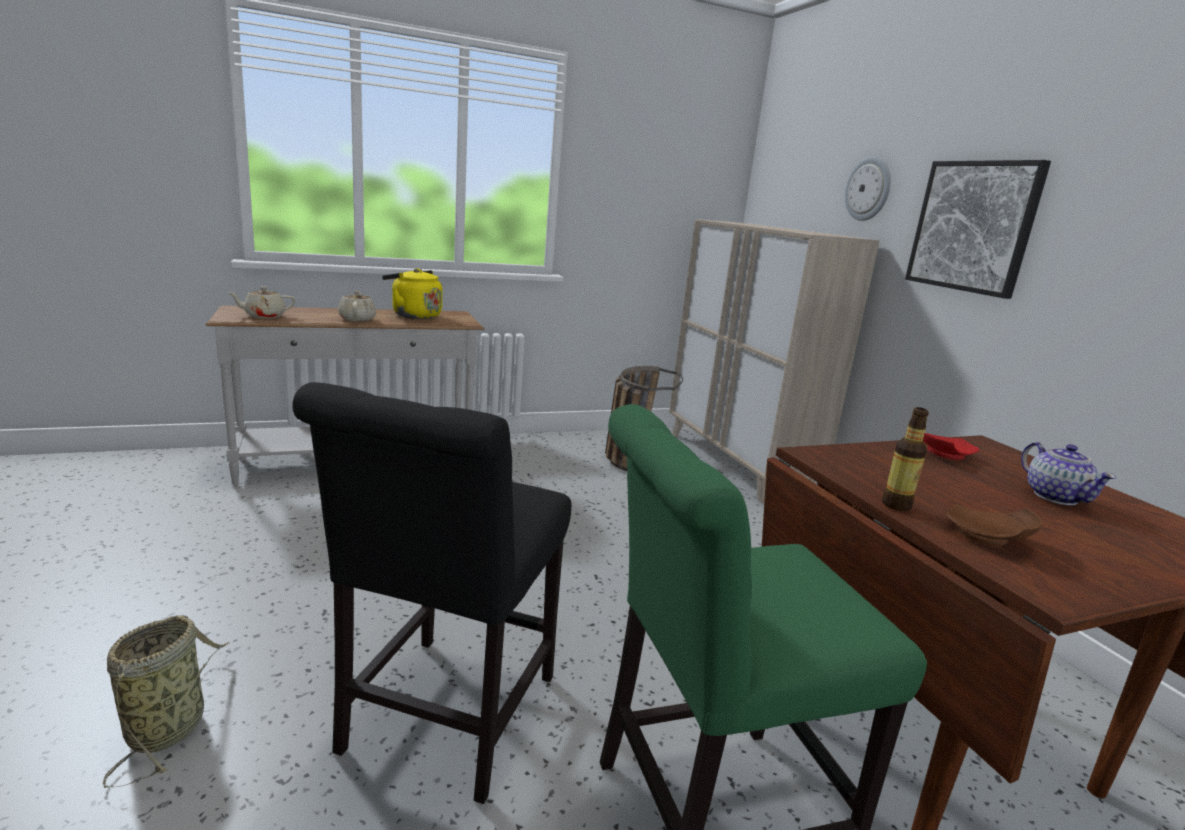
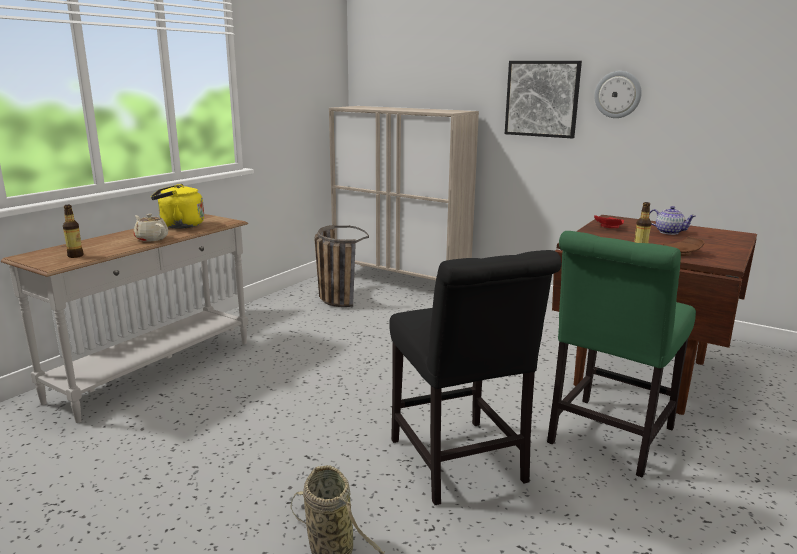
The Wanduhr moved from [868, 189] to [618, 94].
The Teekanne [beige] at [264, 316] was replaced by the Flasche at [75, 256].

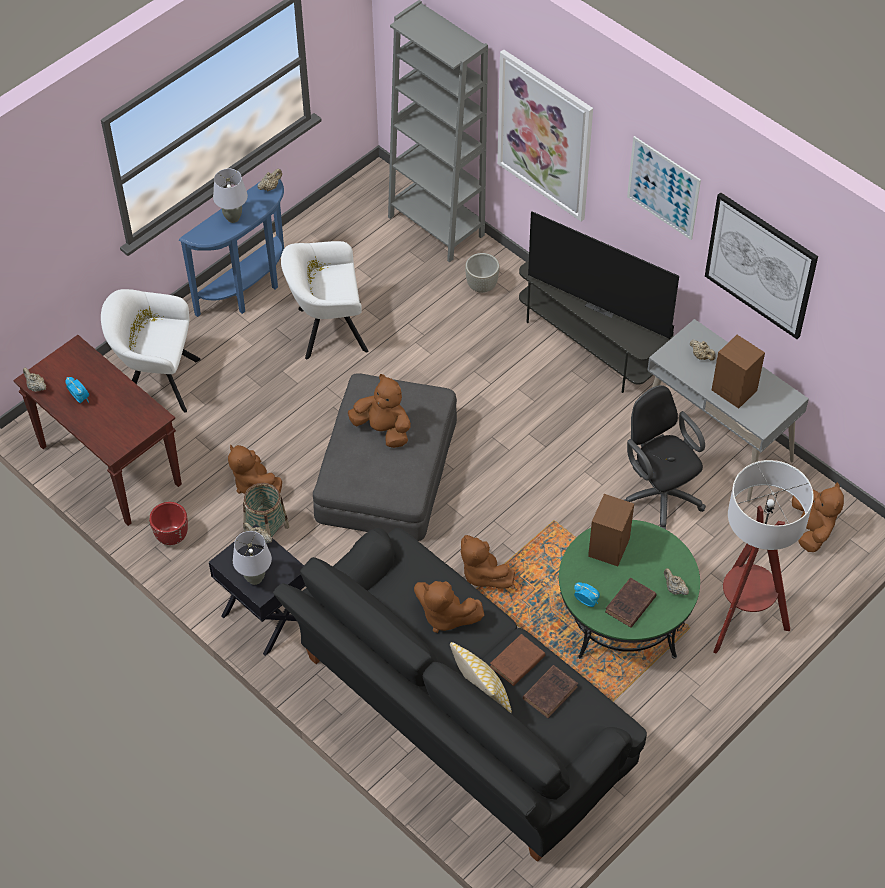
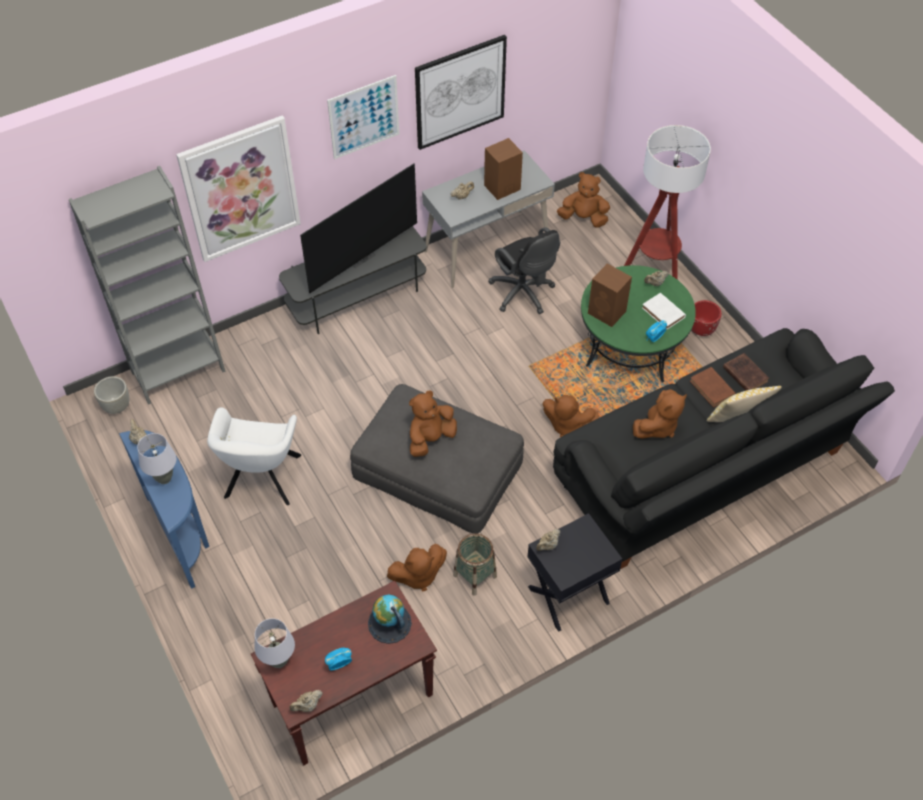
The Pflanzkübel [grau] moved from [482, 286] to [116, 406].
The Sessel [weiß] at [157, 381] disappeared.
The Bürostuhl [schwarz] at [659, 493] turned 105 degrees counterclockwise.
The Pflanzkübel [rot] moved from [172, 536] to [701, 329].
The Tischlampe [grau] moved from [255, 579] to [279, 661].
The Plüschtier [braun] at [482, 574] turned 45 degrees clockwise.
The Buch [braun] at [629, 605] became the Buch [weiß] at [664, 313].
The Globus at [389, 623] appeared.

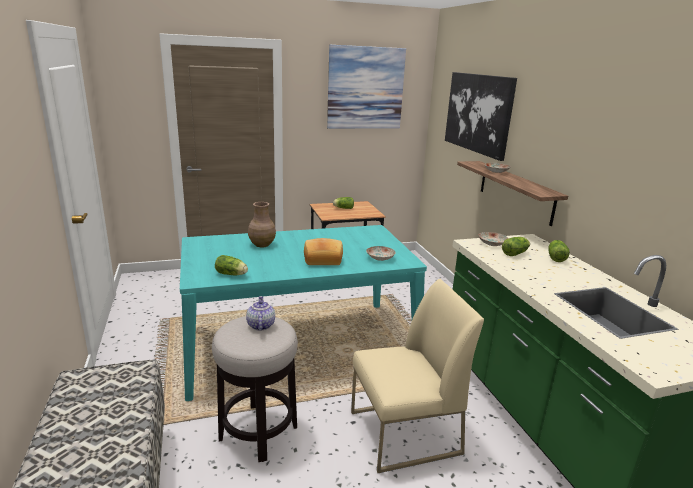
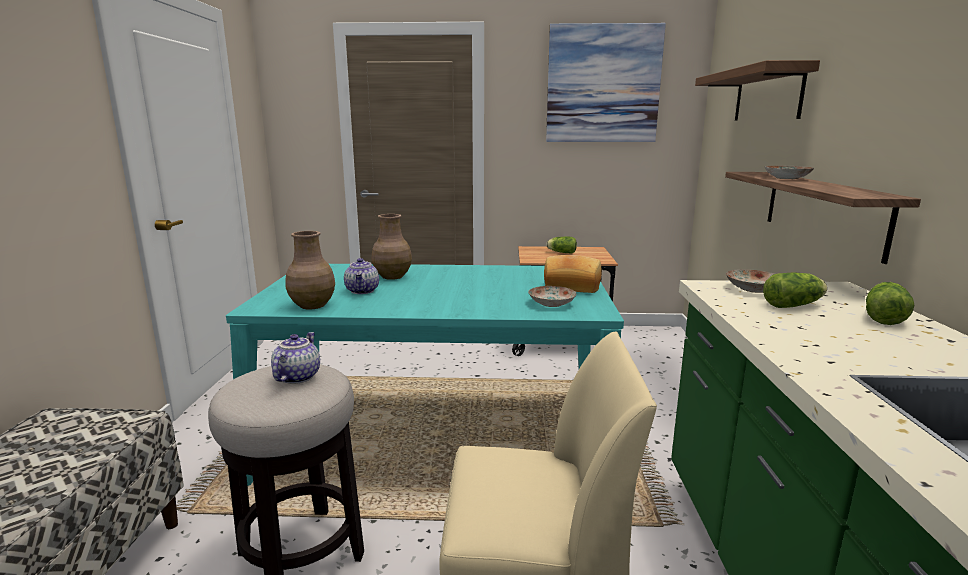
The Bild at [478, 113] was replaced by the Wandregal at [767, 95].
The Brot moved from [323, 259] to [572, 286].
The Salatkopf at [232, 274] was replaced by the Vase [braun] at [312, 305].
The Teekanne at [363, 291] appeared.

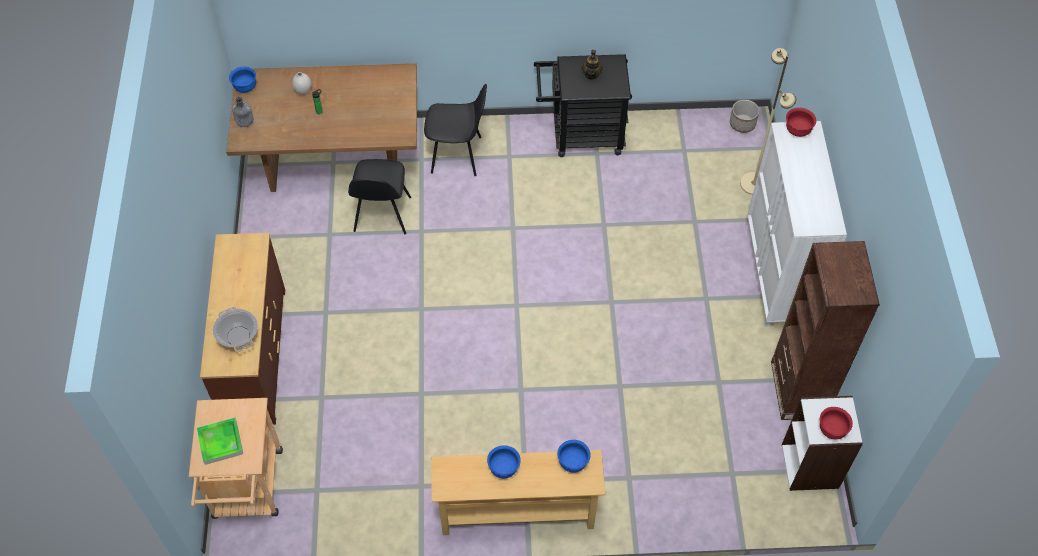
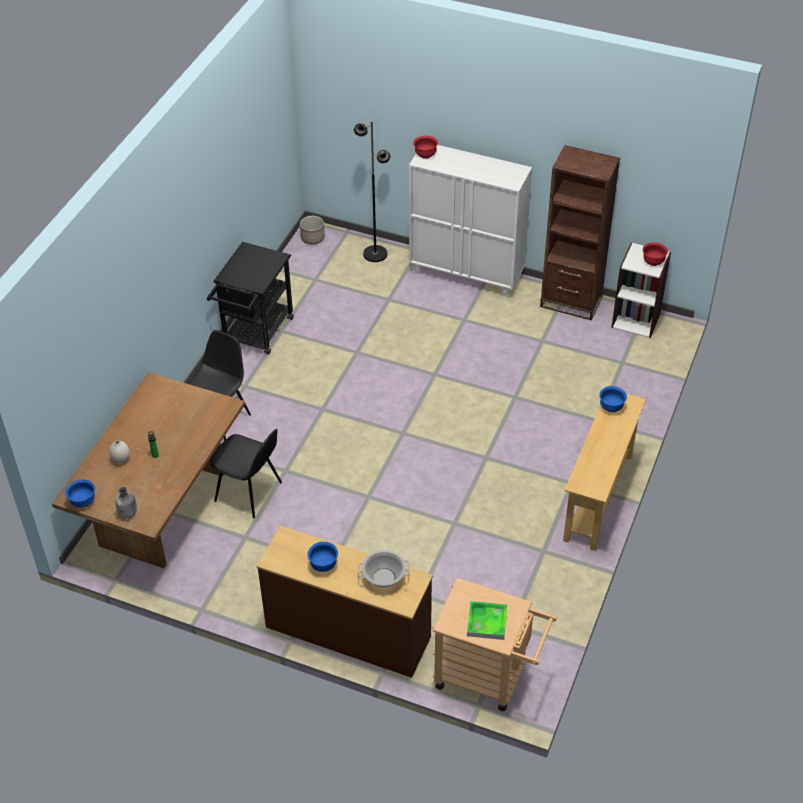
The Stehlampe [beige] at [754, 183] became the Stehlampe [schwarz] at [375, 254].
The Teekanne at [591, 74] disappeared.
The Schüssel [blau] moved from [504, 468] to [323, 565].

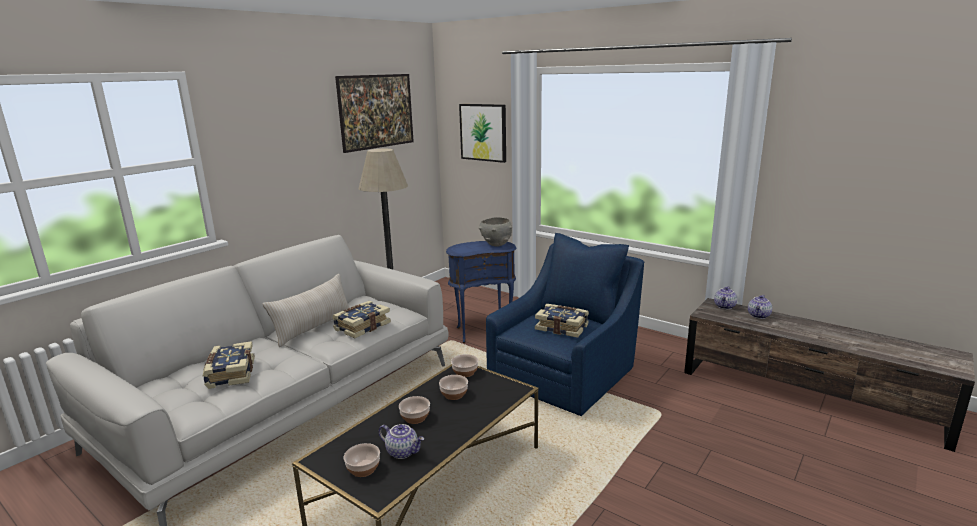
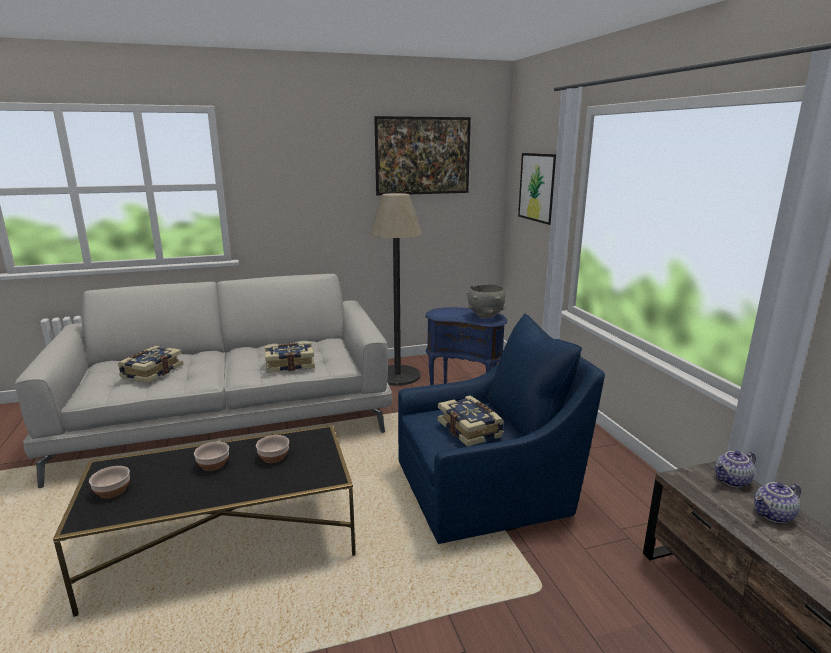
The Kissen [beige] at [313, 327] disappeared.
The Schüssel at [464, 372] disappeared.
The Teekanne at [403, 451] disappeared.

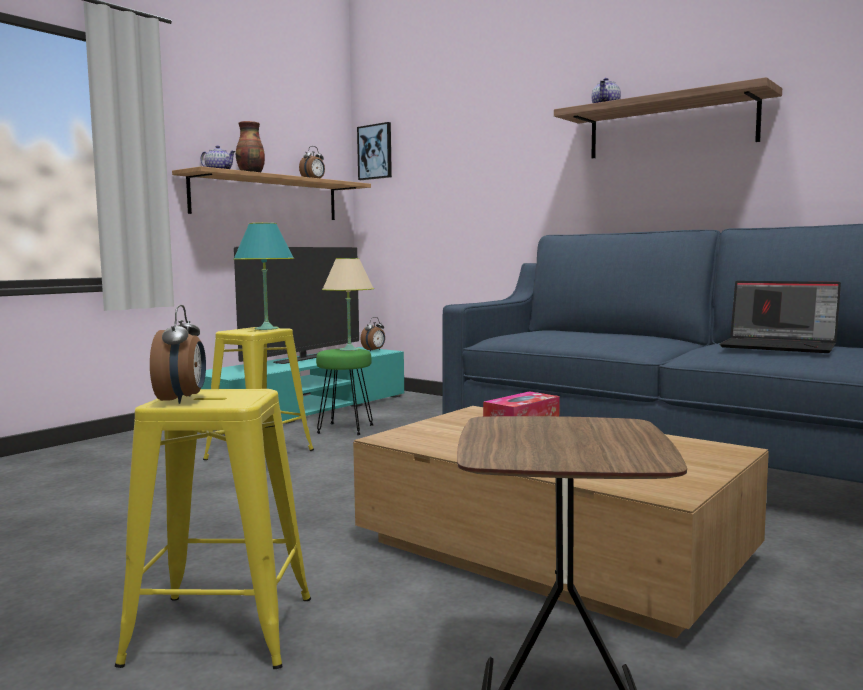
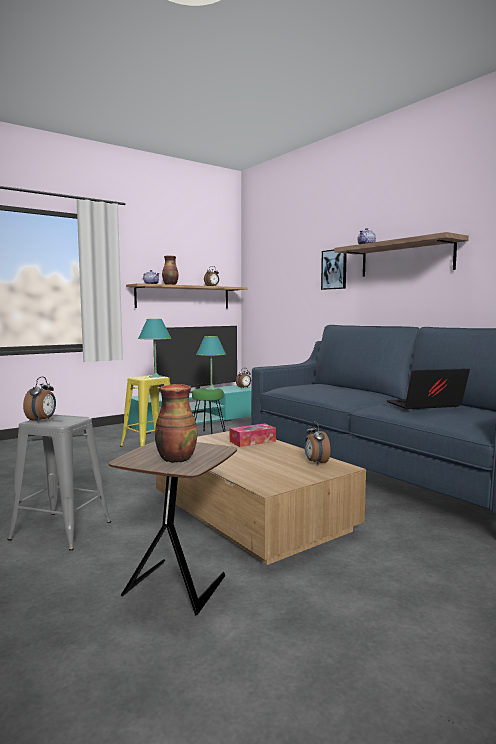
The Bild moved from [375, 152] to [334, 269].
The Tischlampe [beige] at [349, 349] became the Tischlampe [türkis] at [211, 389].
The Laptop at [780, 346] turned 120 degrees clockwise.
The Hocker [gelb] at [221, 630] became the Hocker [grau] at [61, 530].
The Vase at [175, 459] appeared.
The Wecker at [315, 462] appeared.

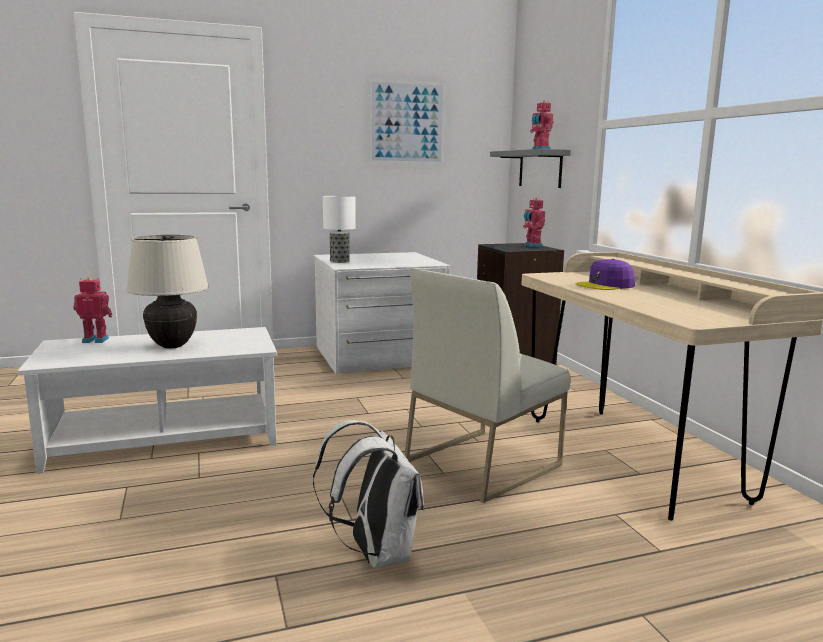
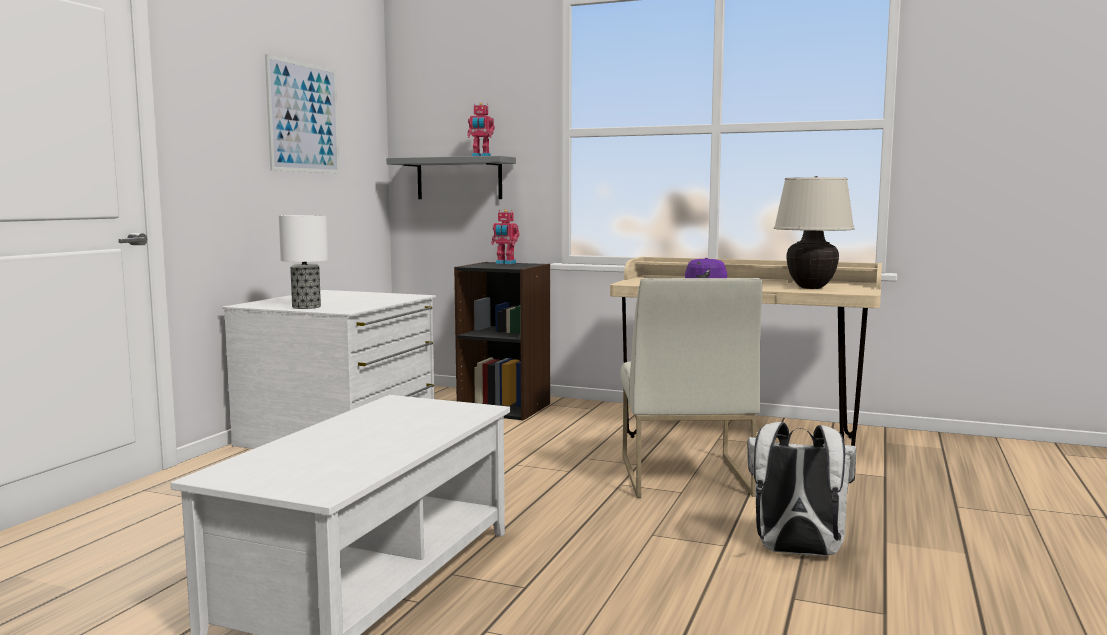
The Tischlampe [beige] moved from [172, 346] to [811, 288].
The Spielzeugroboter at [96, 340] disappeared.

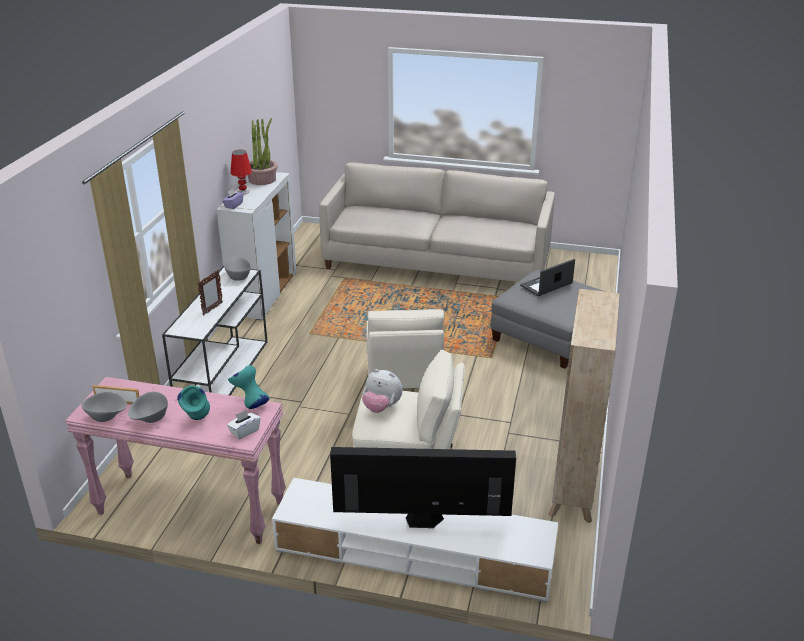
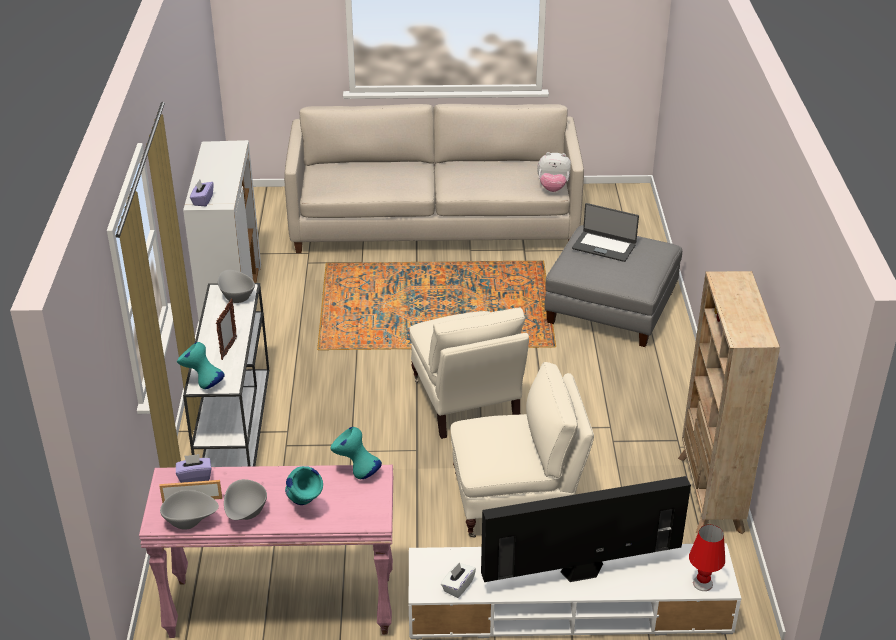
The Topfpflanze at [262, 179] disappeared.
The Tischlampe [rot] moved from [243, 192] to [703, 583].
The Laptop at [546, 285] turned 105 degrees counterclockwise.
The Plüschtier moved from [381, 407] to [553, 188].
The Taschentuchbox [weiß] moved from [244, 431] to [457, 586].
The Vase [türkis] at [202, 384] appeared.
The Taschentuchbox [lila] at [195, 477] appeared.

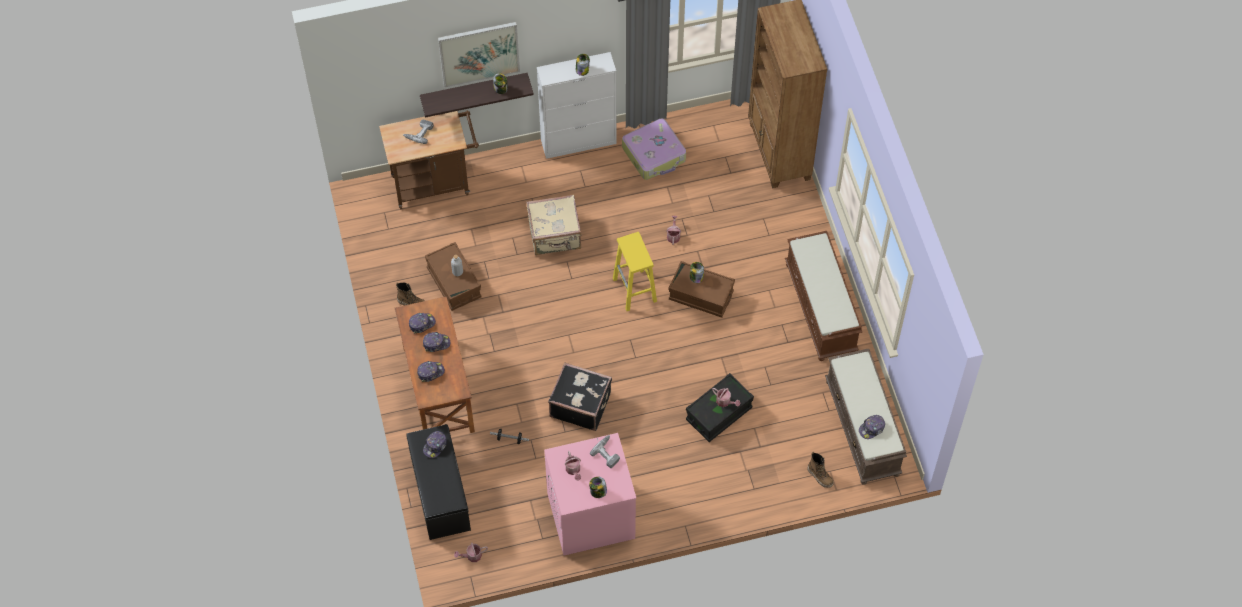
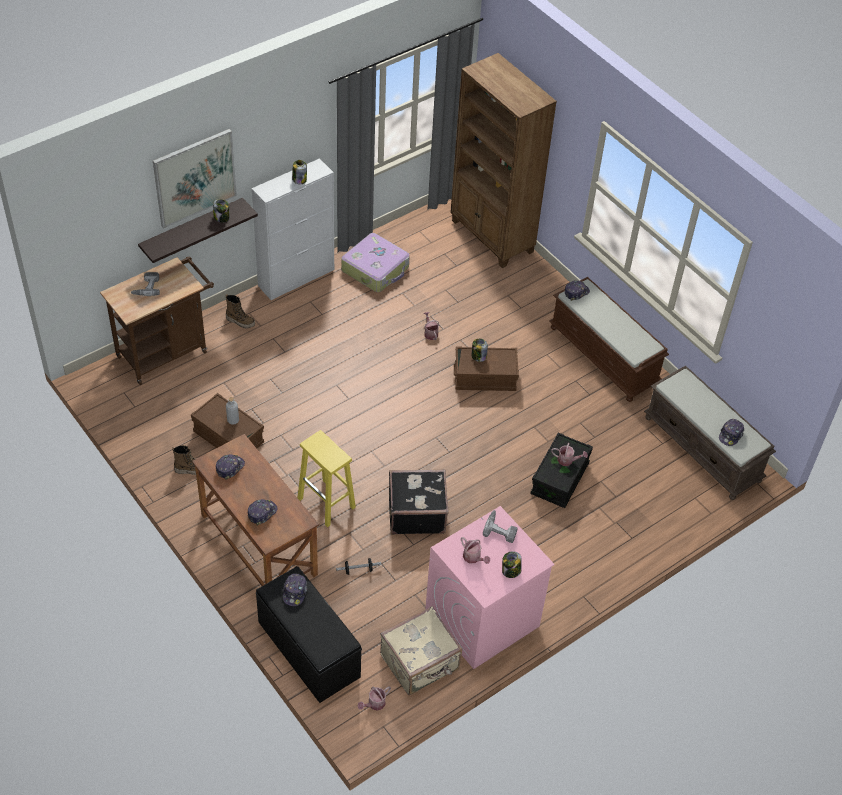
The Koffer [beige] moved from [555, 235] to [420, 663].
The Hocker [gelb] moved from [635, 290] to [327, 503].
The Kappe moved from [436, 343] to [576, 292].
The Stiefel moved from [820, 476] to [240, 321].

